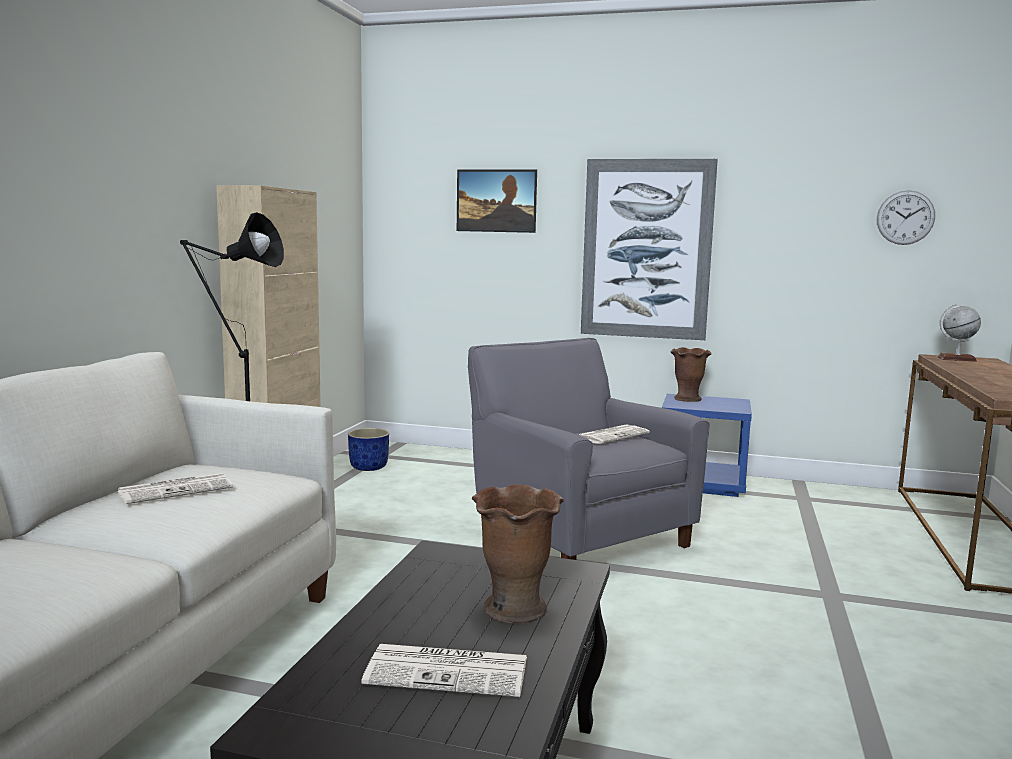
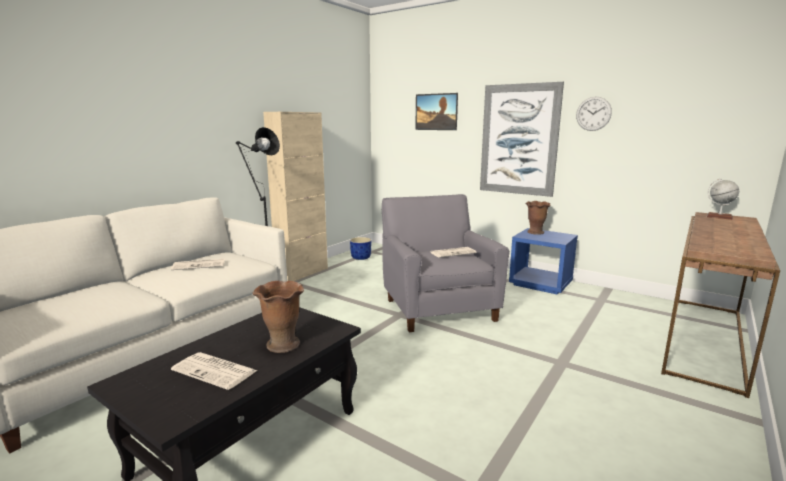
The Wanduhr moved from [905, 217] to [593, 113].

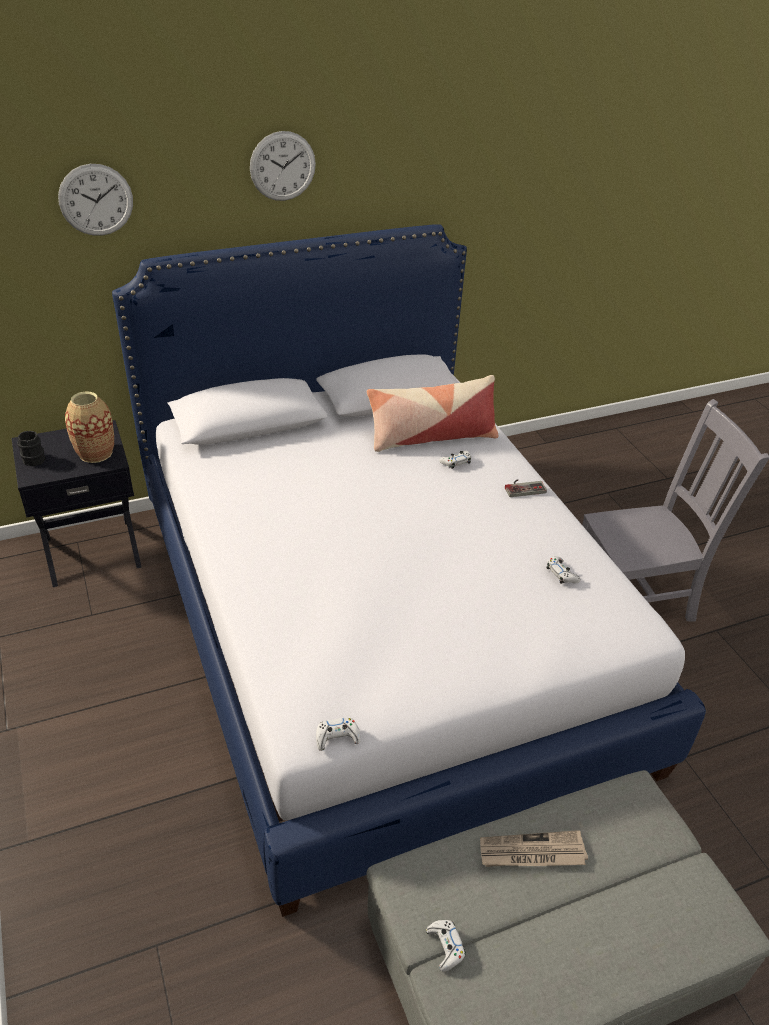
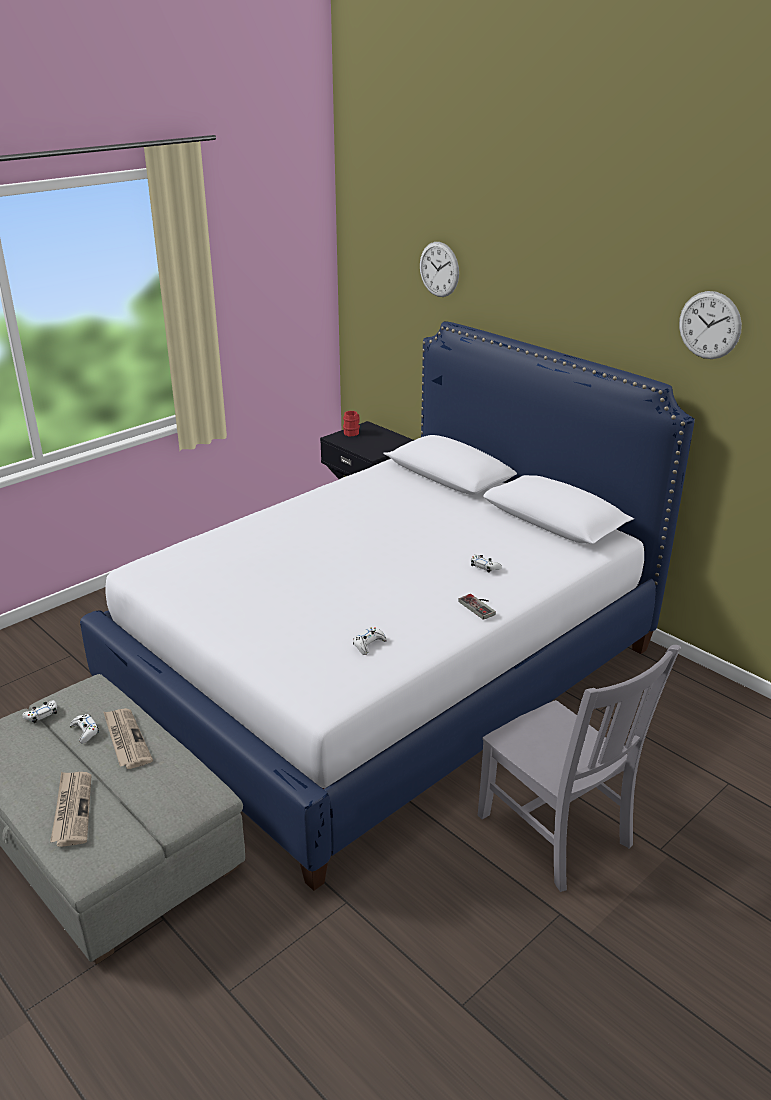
The Wanduhr moved from [282, 166] to [709, 325].
The Kissen at [431, 437] disappeared.
The Vase at [95, 453] disappeared.
The Henkelbecher [schwarz] at [33, 458] became the Henkelbecher [rot] at [352, 432].
The Gamepad [weiß] moved from [337, 737] to [85, 731].
The Zeitung at [72, 809] appeared.

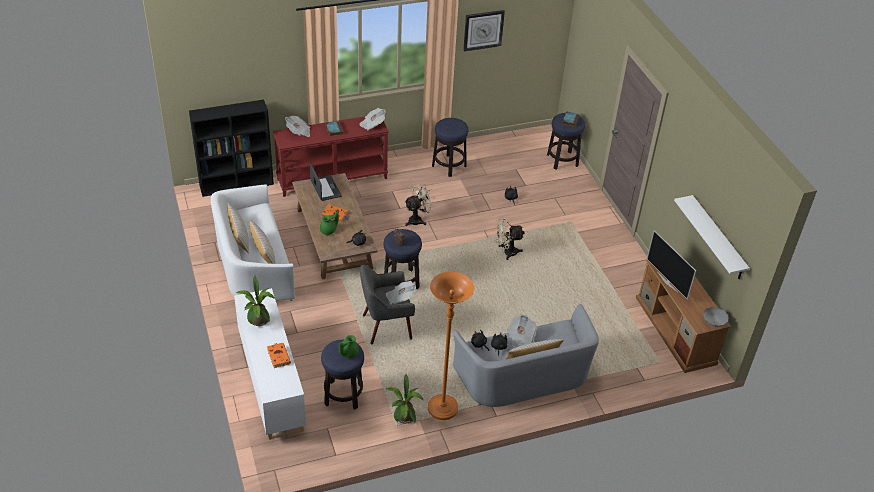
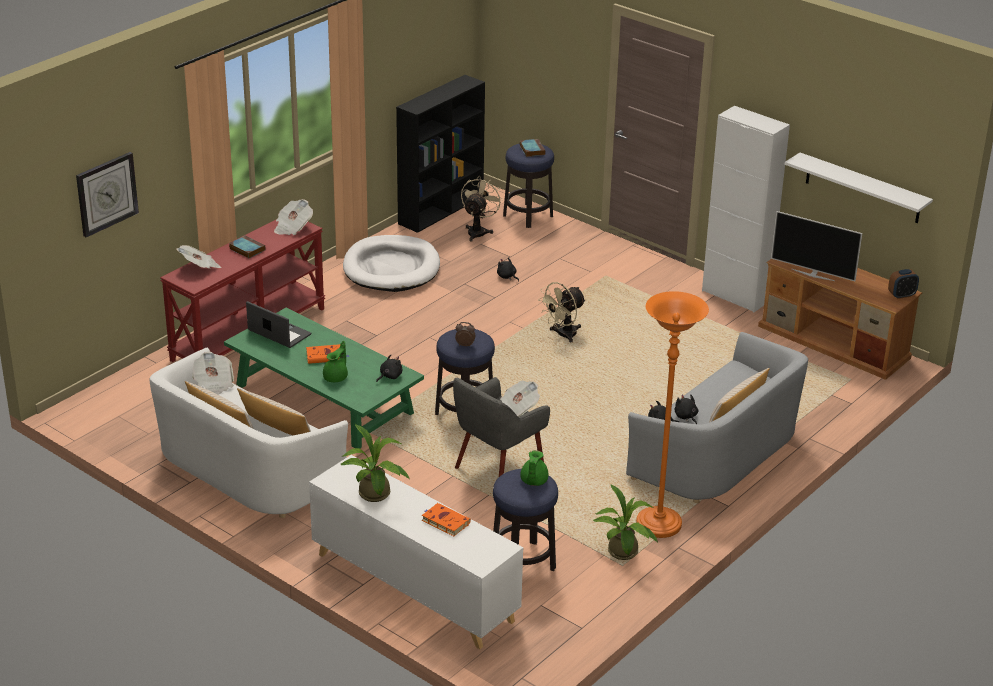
The Wanduhr moved from [483, 30] to [106, 193].
The Bücherregal [schwarz] moved from [237, 184] to [441, 209].
The Hocker at [449, 166] was replaced by the Hundebett [weiß] at [391, 268].
The Couchtisch [braun] at [333, 238] became the Couchtisch [grün] at [323, 399].
The Ventilator [beige] moved from [418, 220] to [478, 231].
The Schüssel [grau] at [714, 322] was replaced by the Wecker at [901, 295].
The Zeitung moved from [520, 338] to [214, 384].
The Schrank [weiß] at [735, 296] appeared.

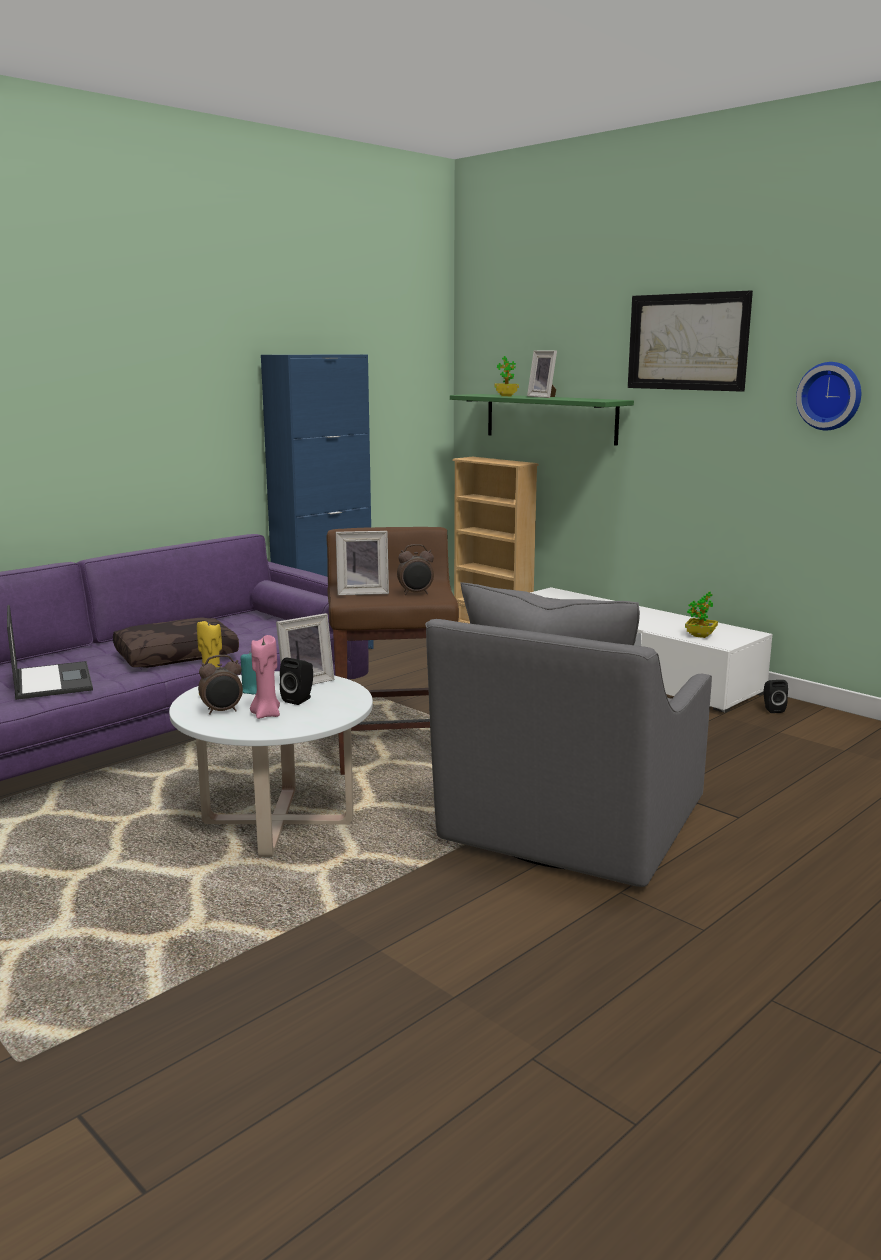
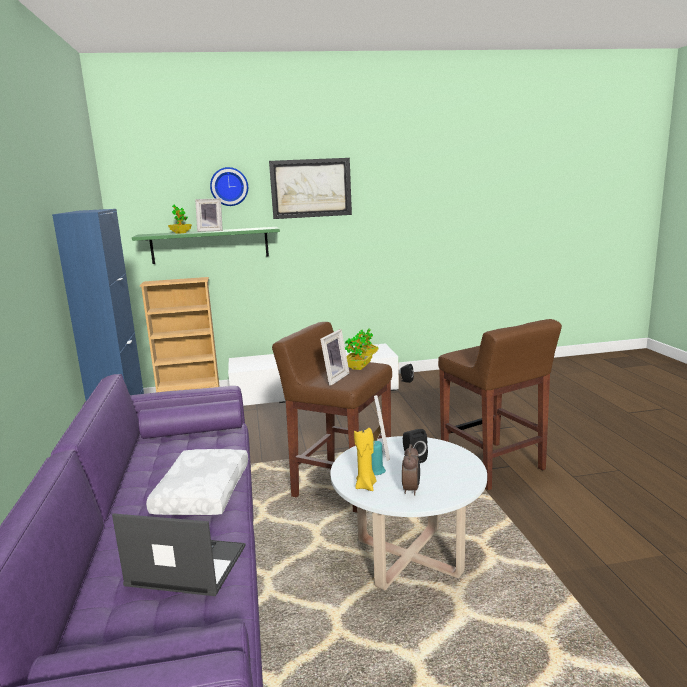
The Wanduhr moved from [830, 396] to [229, 186].
The Wecker at [416, 593] was replaced by the Topfpflanze at [358, 368].
The Sessel [grau] at [568, 826] was replaced by the Hocker [braun] at [493, 466].
The Kissen [braun] at [177, 655] became the Kissen [weiß] at [201, 492].
The Kerze [rosa] at [266, 714] disappeared.

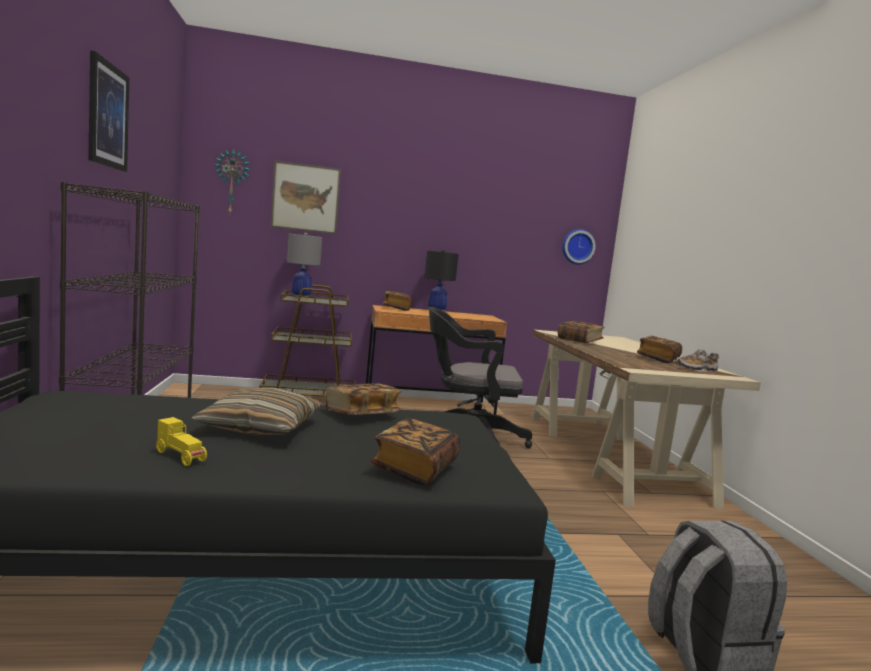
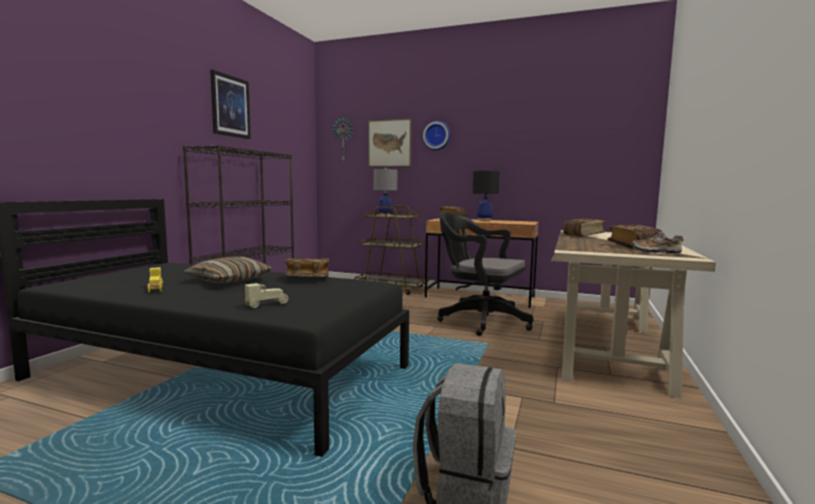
The Wanduhr moved from [577, 246] to [437, 135].
The Buch at [415, 469] was replaced by the Spielzeugauto [beige] at [267, 304].

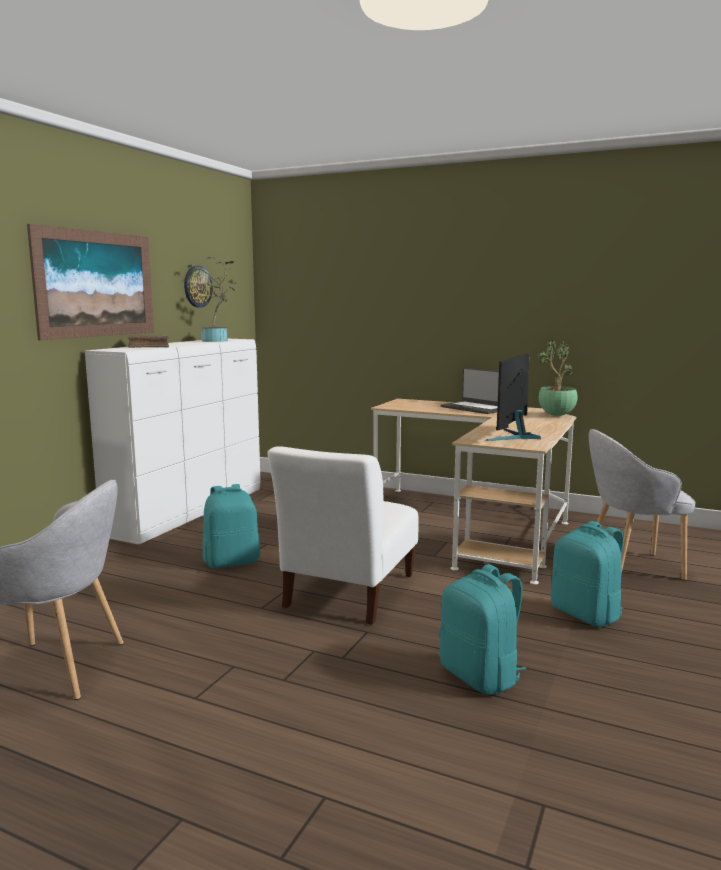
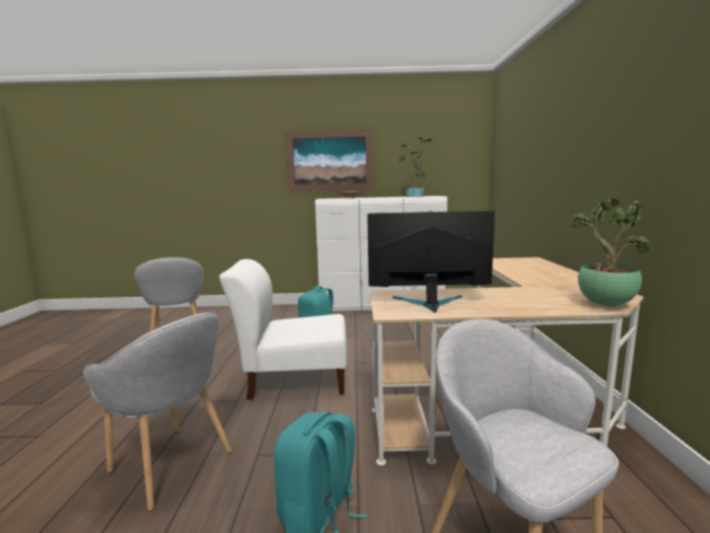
The Wanduhr at [197, 286] disappeared.
The Laptop at [475, 408] disappeared.
The Rucksack [türkis] at [481, 677] was replaced by the Sessel [grau] at [171, 465].

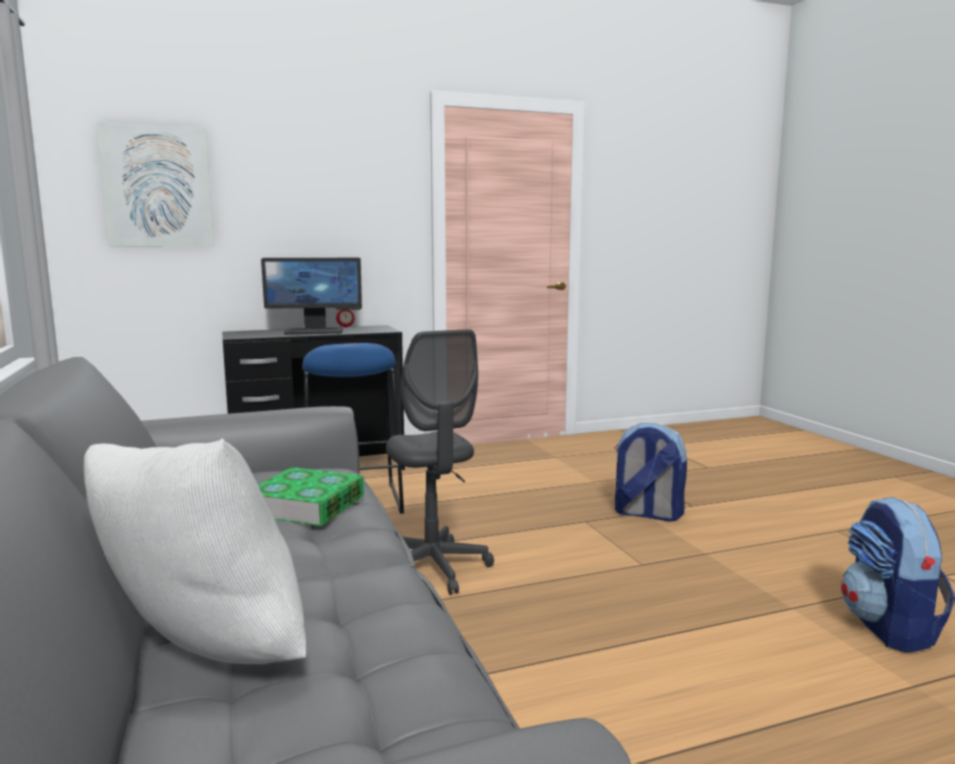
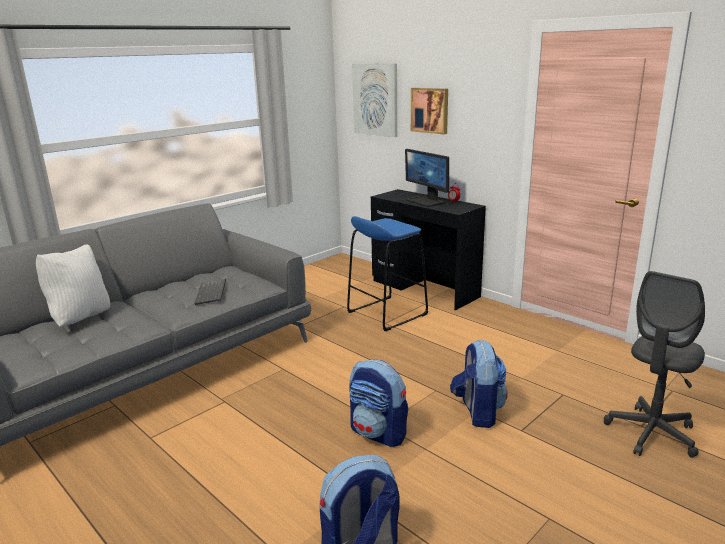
The Bürostuhl [grau] moved from [433, 568] to [651, 433].
The Buch at [306, 505] was replaced by the Tastatur at [212, 293].
The Bild at [430, 110] appeared.
The Rucksack at [379, 433] appeared.

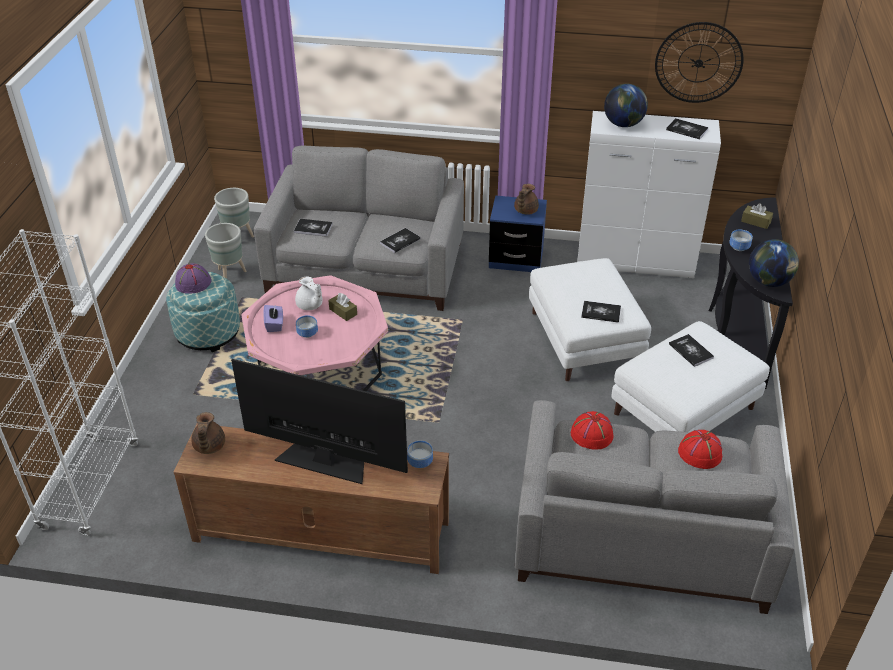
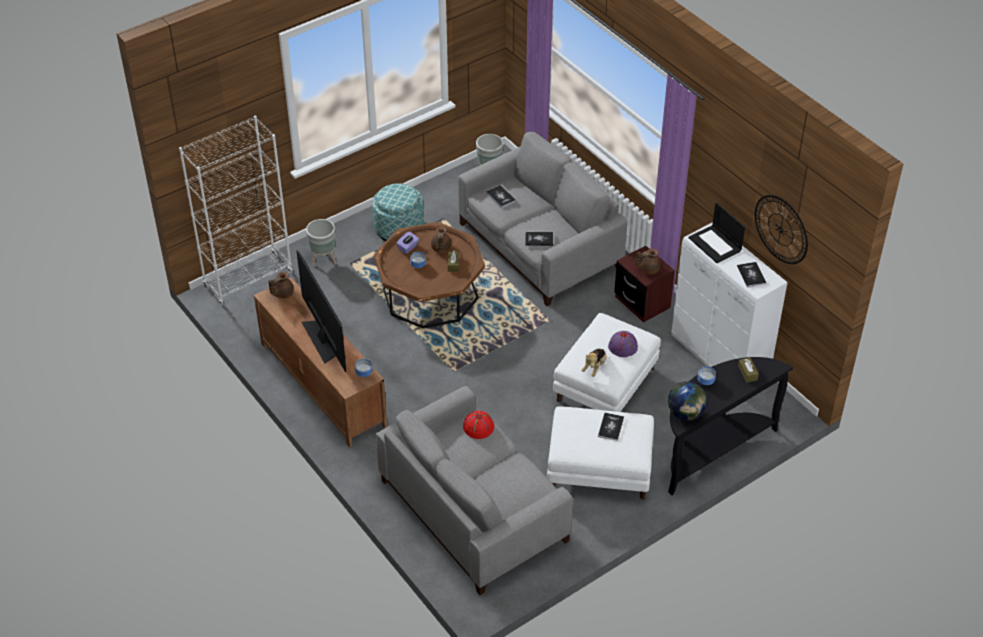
The Globus at [623, 124] was replaced by the Laptop at [715, 244].
The Nachttisch [blau] at [516, 259] became the Nachttisch [braun] at [642, 302].
The Pflanzkübel [grau] moved from [230, 274] to [324, 260].
The Hut [lila] moved from [193, 283] to [623, 347].
The Couchtisch [rosa] at [319, 369] became the Couchtisch [braun] at [430, 294].
The Teekanne [weiß] at [310, 305] became the Teekanne [braun] at [441, 248].
The Buch at [601, 312] was replaced by the Plüschtier at [594, 367].
The Hut [rot] at [699, 453] disappeared.

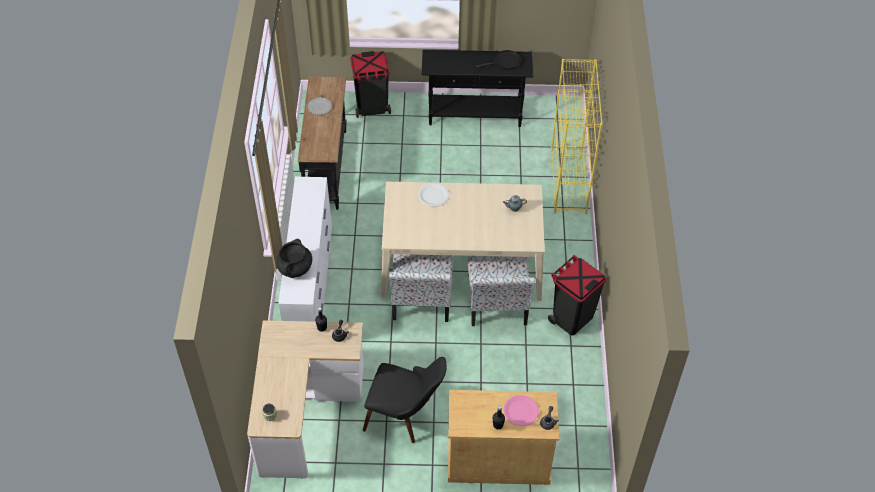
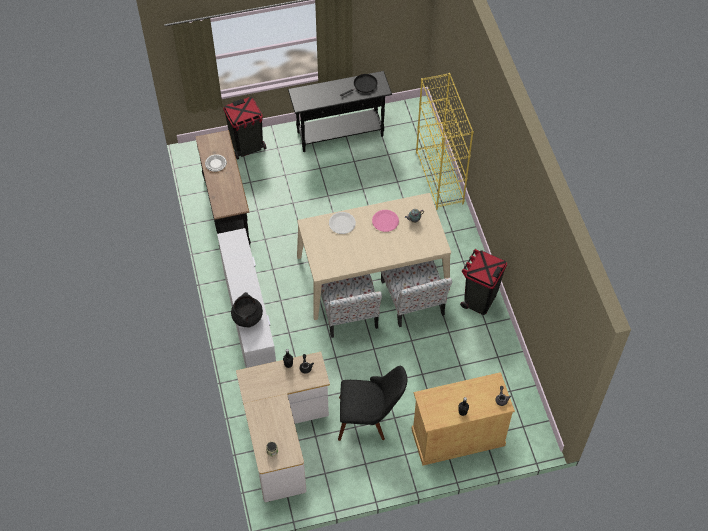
The Teller [rosa] moved from [520, 411] to [385, 221].

